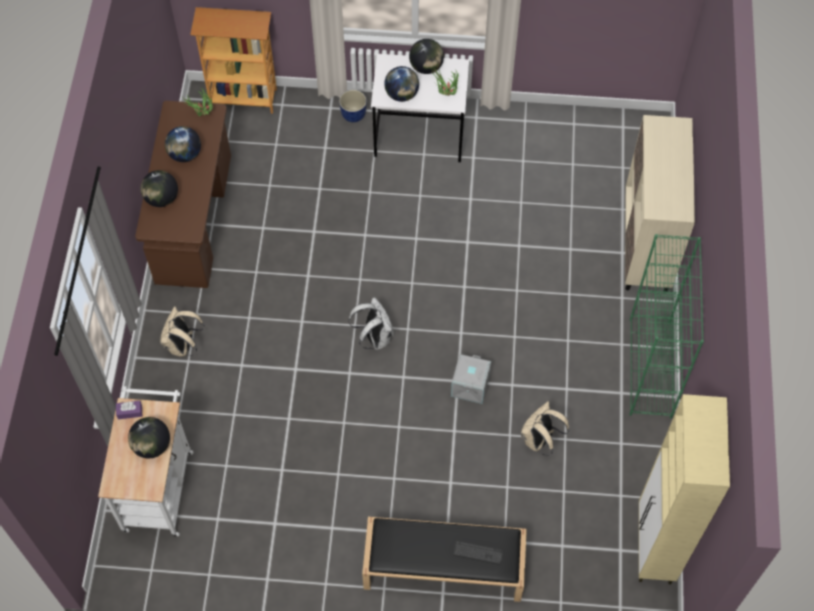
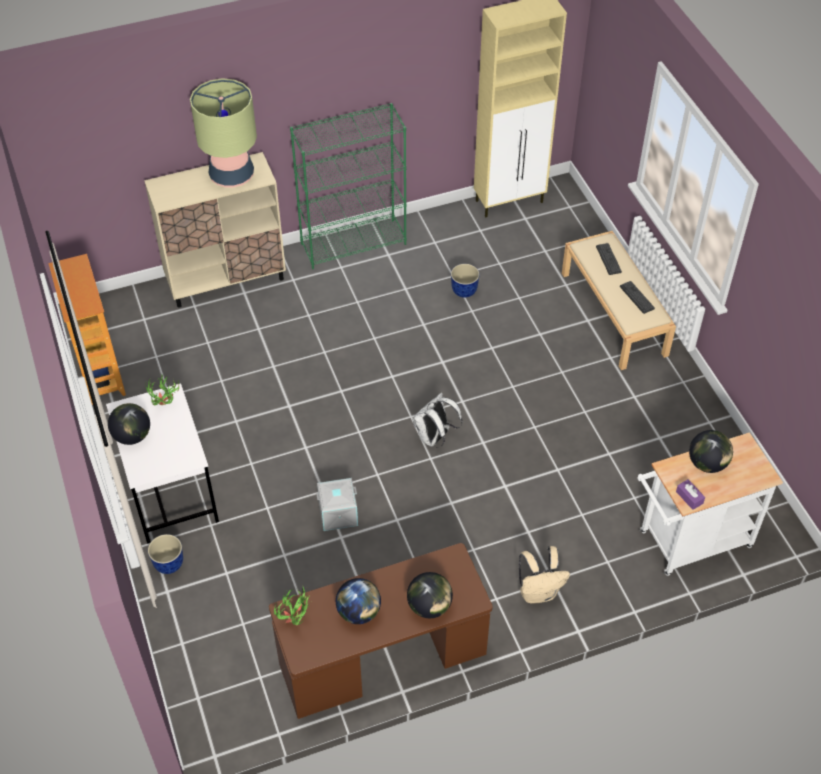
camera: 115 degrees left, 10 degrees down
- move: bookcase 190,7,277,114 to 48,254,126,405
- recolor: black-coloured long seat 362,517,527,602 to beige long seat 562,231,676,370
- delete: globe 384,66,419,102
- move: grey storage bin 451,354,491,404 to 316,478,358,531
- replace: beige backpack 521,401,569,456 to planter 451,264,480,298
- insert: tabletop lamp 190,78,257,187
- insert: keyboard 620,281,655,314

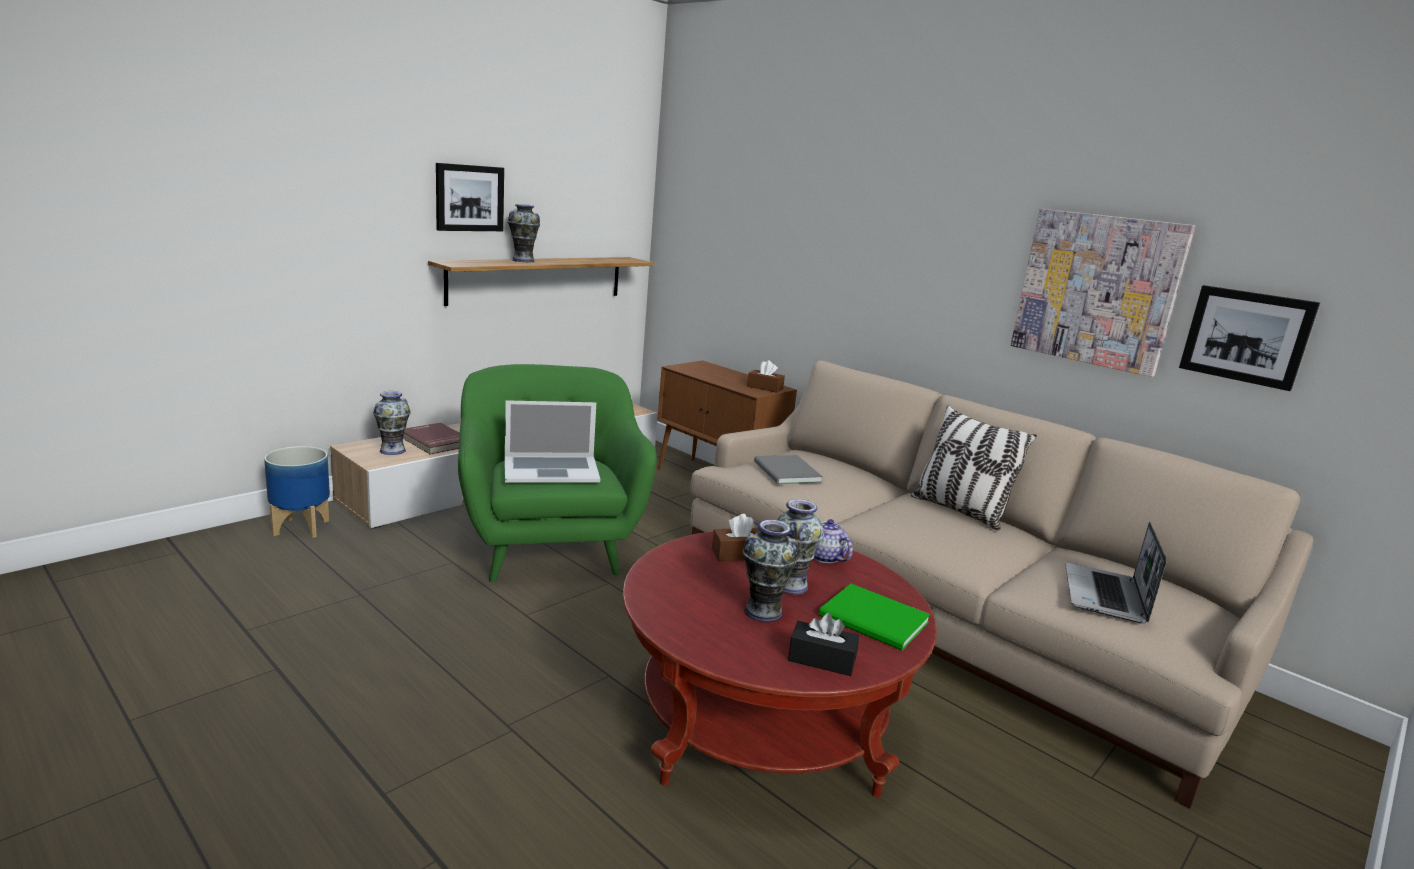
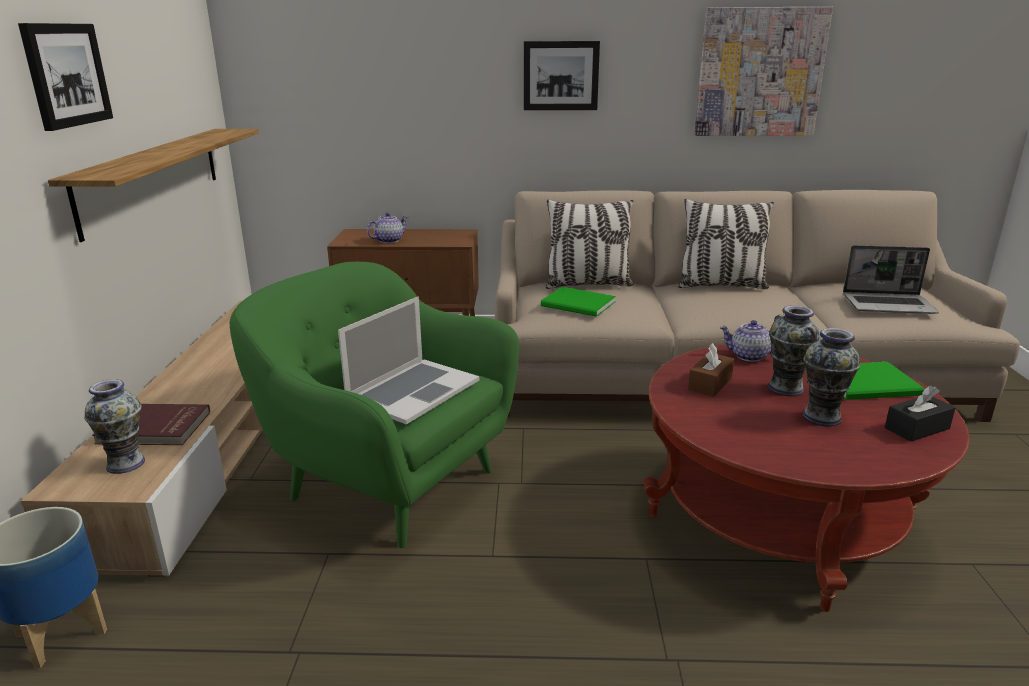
camera: 40 degrees left, 5 degrees up
- delete: decorative vase 508,204,540,262
- delete: brown box of tissues 747,360,785,393
- recolor: grey bound book 754,455,823,484 to green-coloured bound book 541,287,616,317
- rotate: portable computer 1065,522,1167,623 = 843,245,939,314 60 degrees counterclockwise
- move: picture 1179,285,1320,391 to 524,41,600,110
- insert: teapot 367,212,408,243
- insert: cushion 545,199,633,289

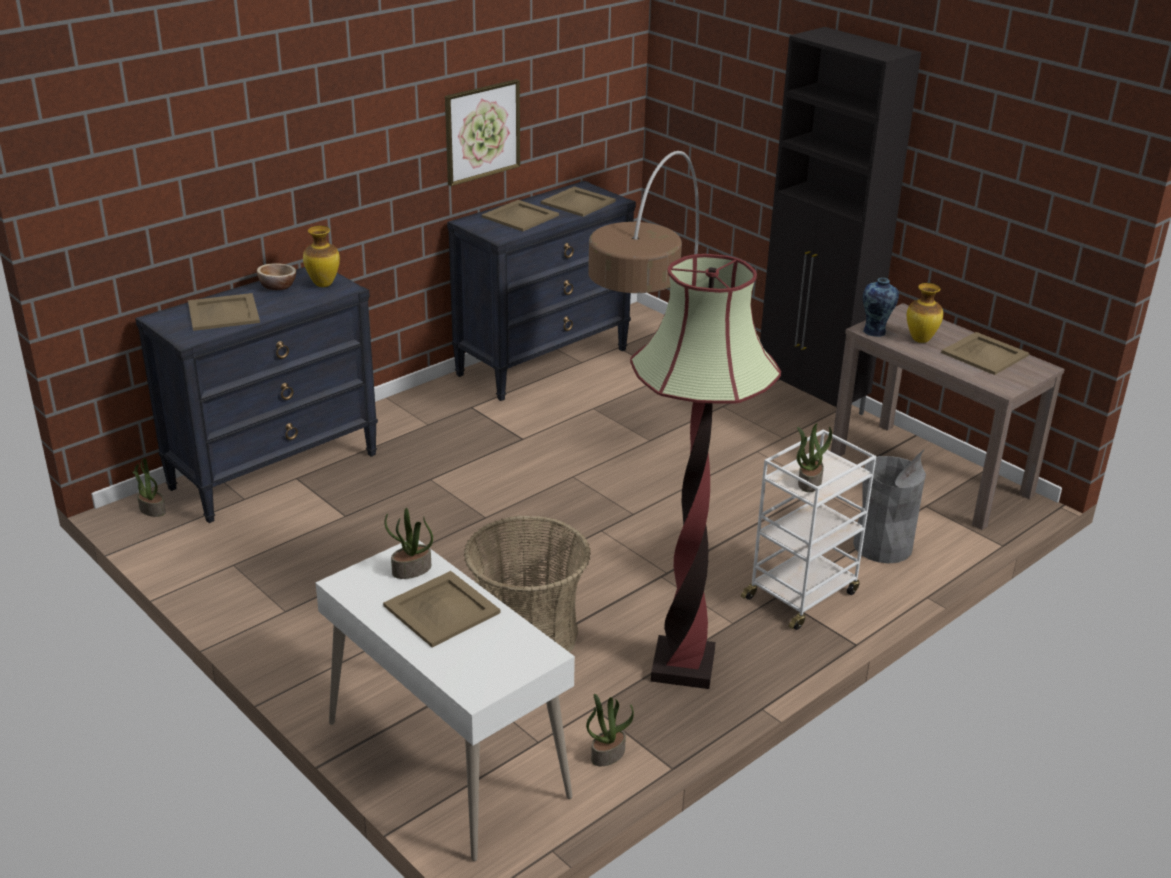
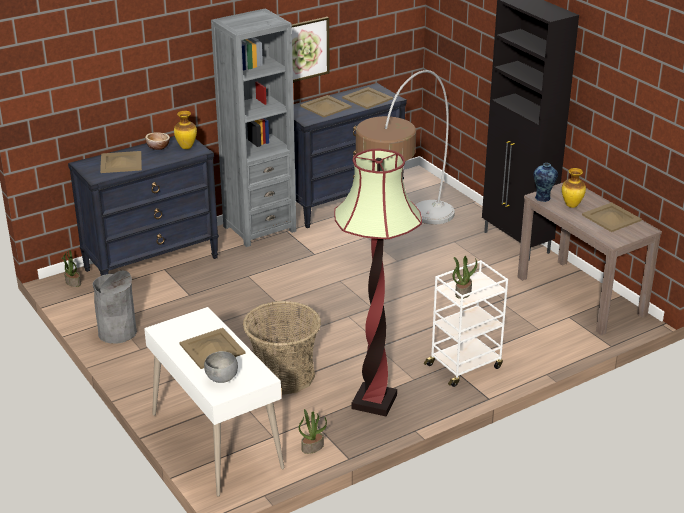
camera: 10 degrees right, 0 degrees up
- delete: houseplant 384,508,433,579
- move: grey waste bin 853,450,926,563 to 93,271,137,344
- insert: grey serving bowl 204,351,238,383
- insert: grey bookcase 211,8,296,247

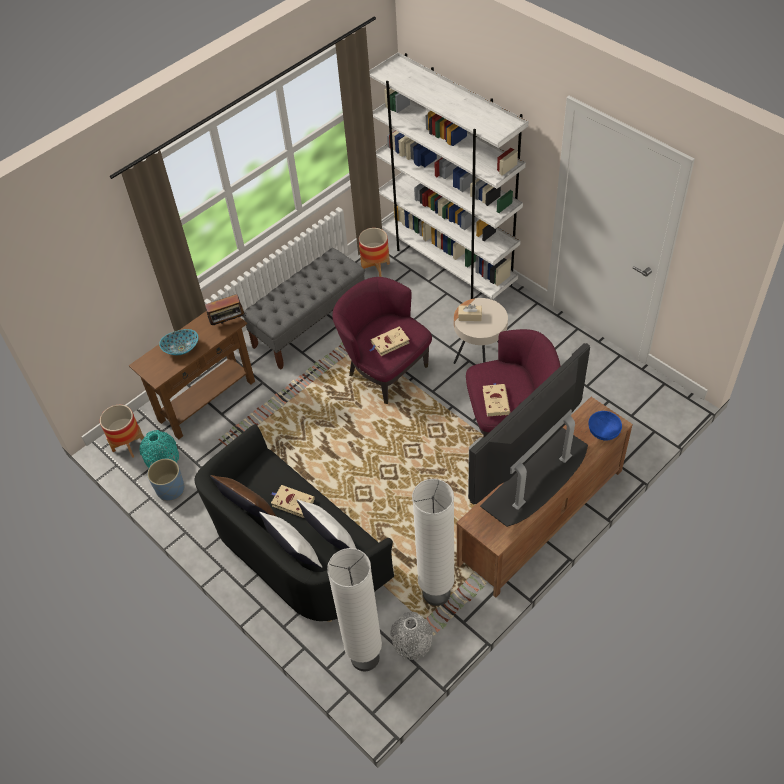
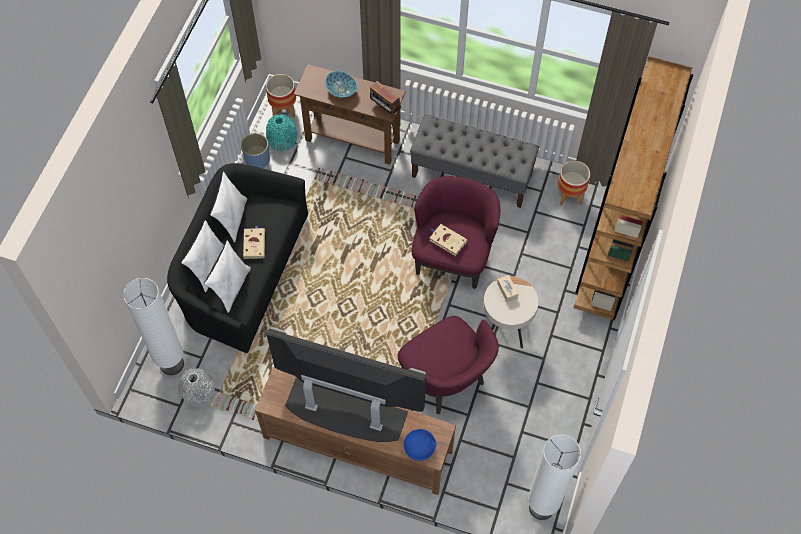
camera: 60 degrees right, 10 degrees up
- recolor: brown cushion 210,475,277,518 to white cushion 210,172,247,242
- recolor: white bookcase 369,52,529,300 to brown bookcase 574,56,693,320
- move: white standard lamp 412,479,455,606 to 528,434,581,520
- delete: beige bound book 483,383,510,417

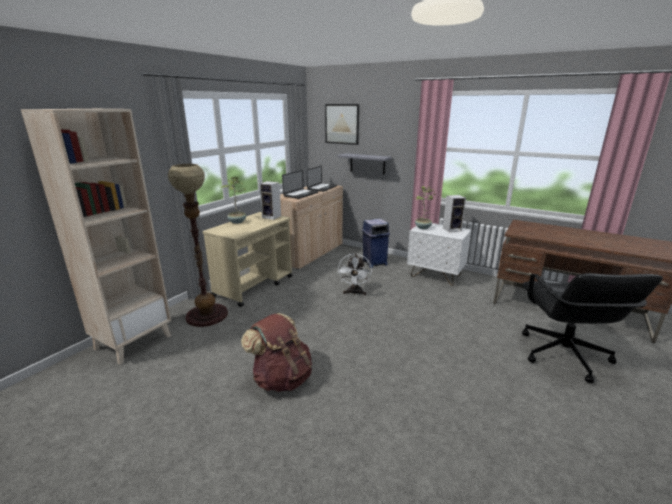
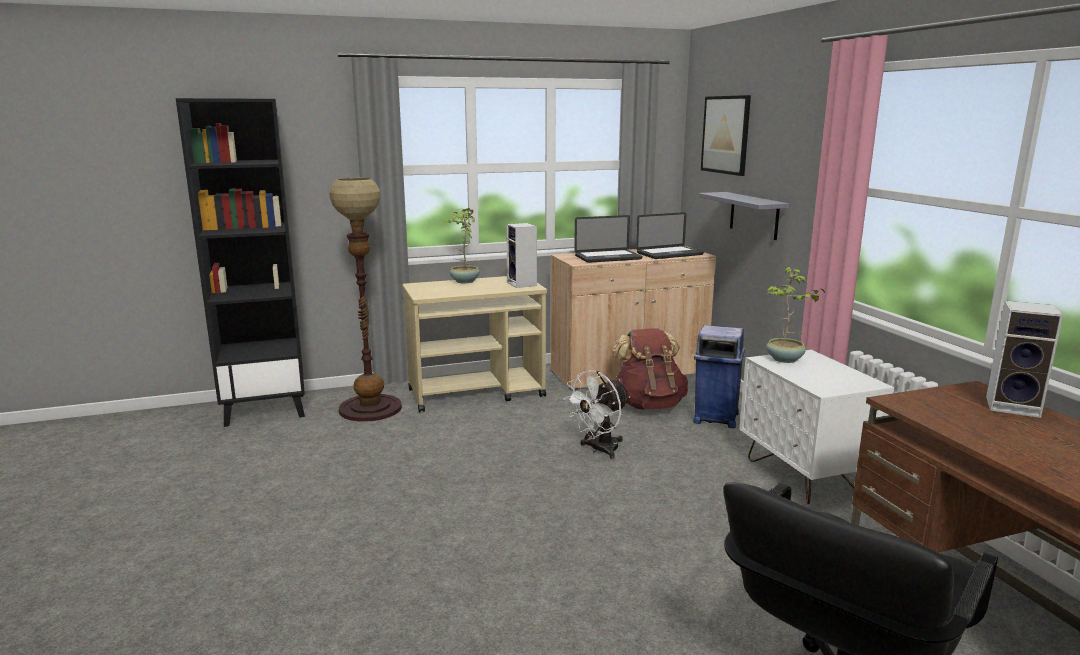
camera: 40 degrees right, 5 degrees down
- recolor: beige bookcase 21,109,171,365 to black-coloured bookcase 176,98,305,427
- move: brown backpack 241,313,312,392 to 611,328,688,410
- move: loudspeaker 443,195,466,232 to 986,301,1063,418

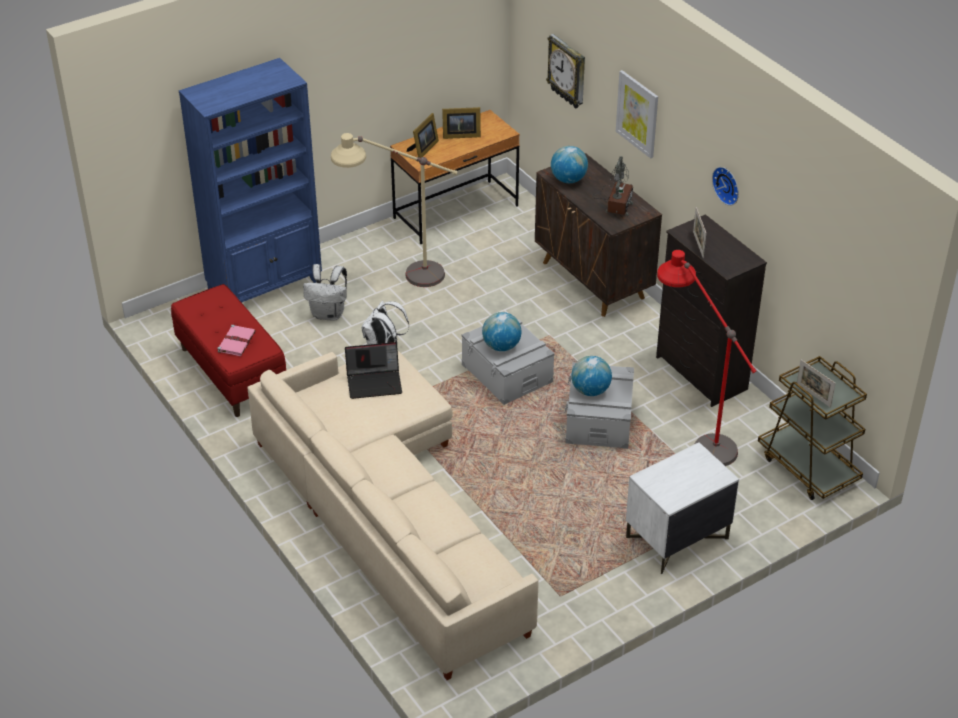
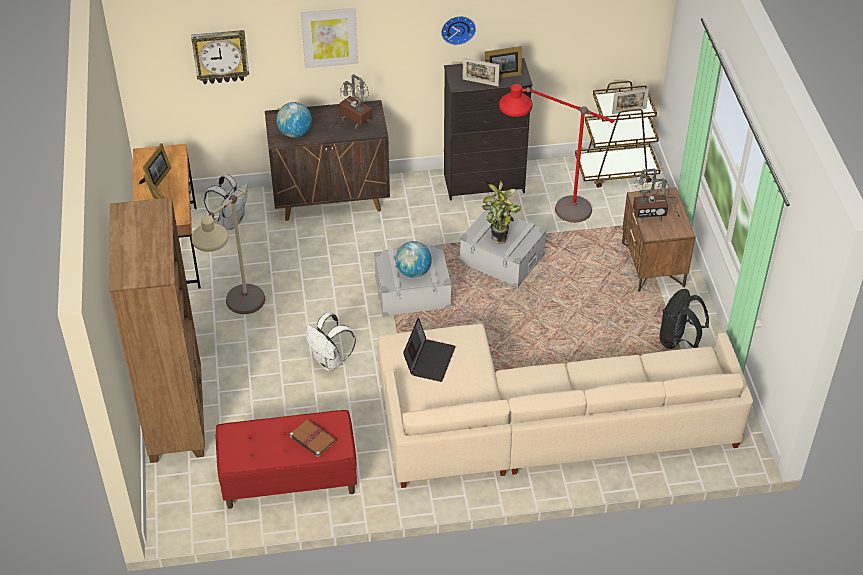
camera: 65 degrees left, 5 degrees up
- recolor: bluish bookcase 179,58,322,303 to brown bookcase 109,198,205,463
- recolor: pinkish bound book 217,325,256,356 to brown bound book 290,419,336,457
- move: white backpack 303,264,347,320 to 204,174,248,230
- replace: globe 571,356,612,396 to houseplant 482,180,522,244
- recolor: white bedside table 626,442,739,574 to brown bedside table 622,187,696,292
- insert: standing frame 485,46,522,78
- insert: tabletop lamp 633,168,680,223
- insert: black-coloured backpack 660,289,709,349

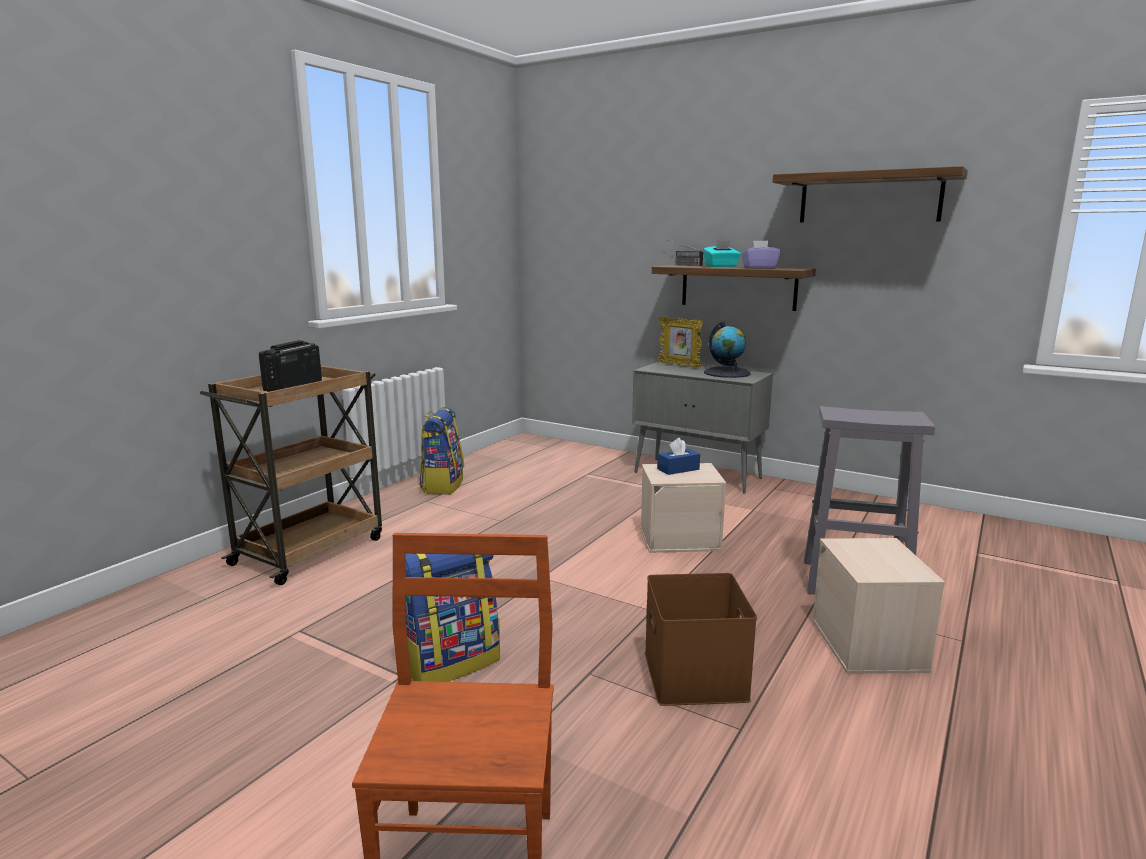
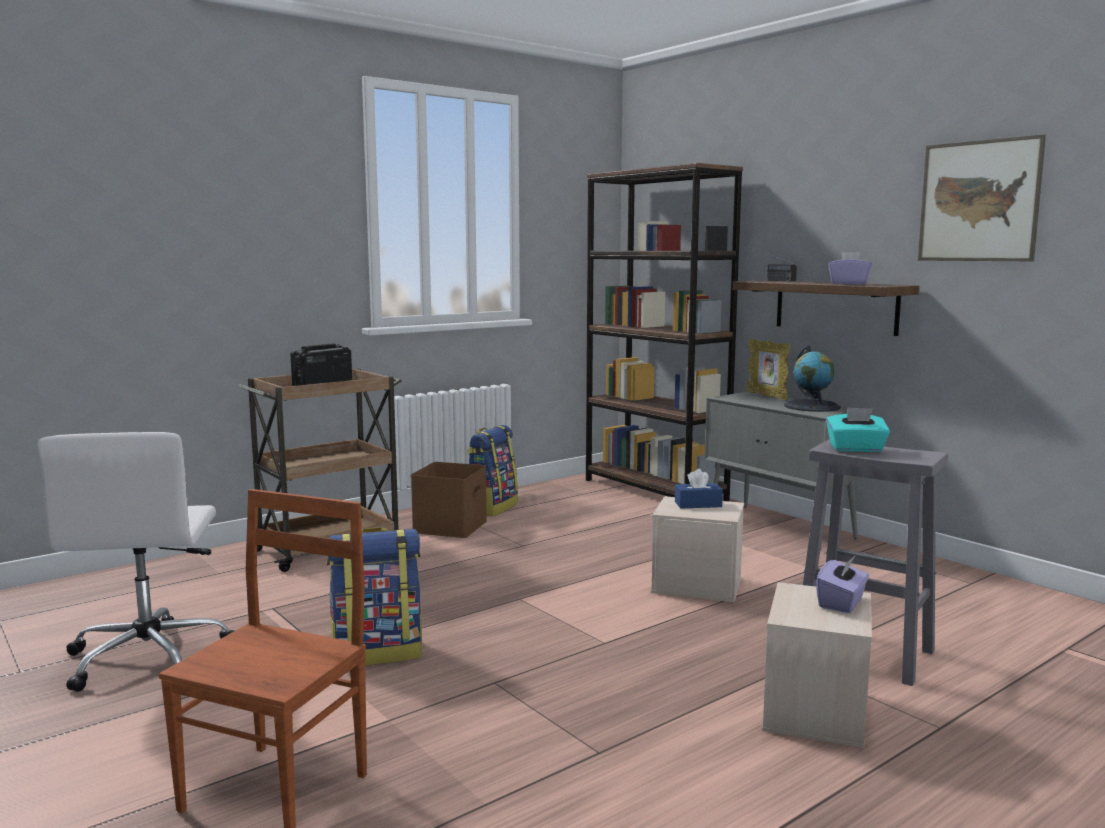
camera: 20 degrees right, 5 degrees down
- move: brown storage bin 645,573,757,706 to 411,462,487,538
- move: turquoise box of tissues 703,240,741,267 to 826,407,890,452
- replace: wall shelf 772,166,968,223 to picture 918,135,1046,261
- insert: white computer chair 38,432,234,692
- insert: brown bookcase 586,163,743,501
- insert: purple box of tissues 816,556,869,613

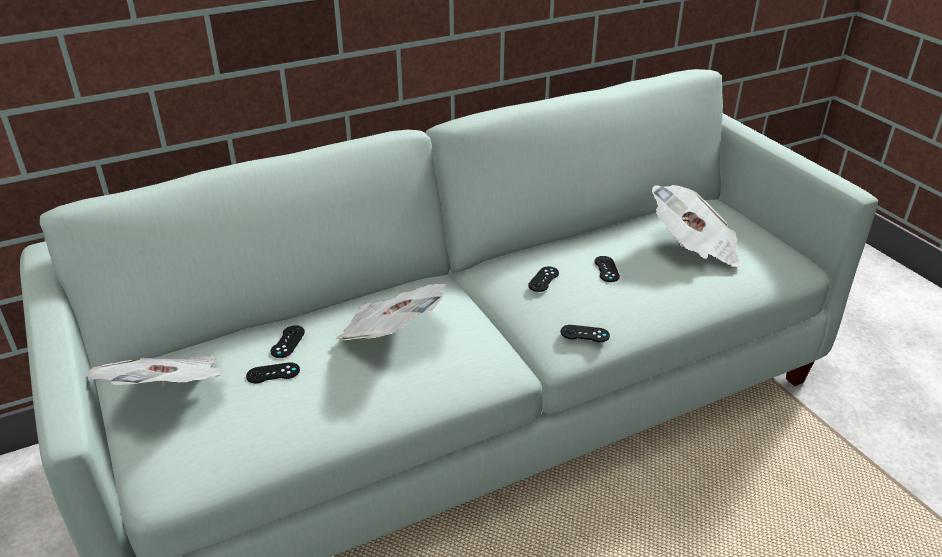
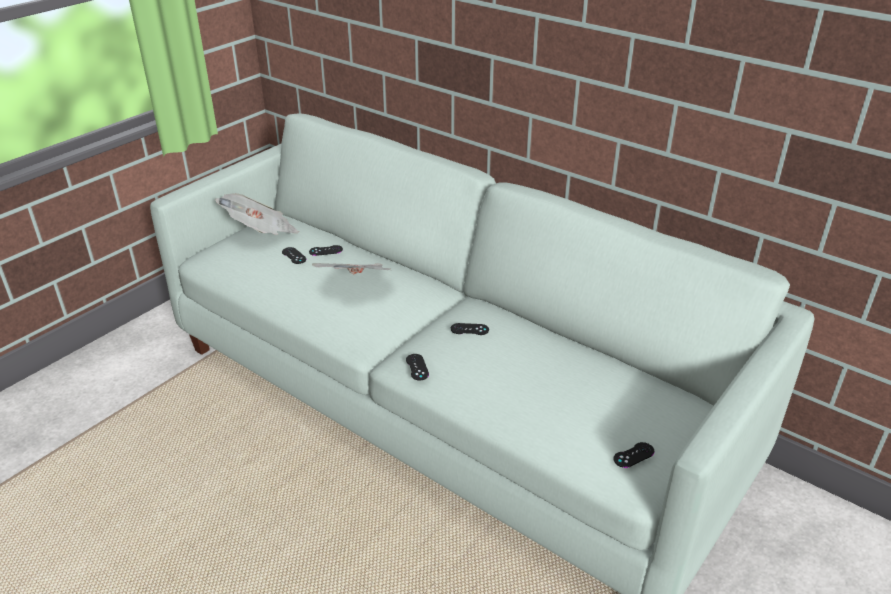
camera: 65 degrees right, 0 degrees up
- move: black-coloured joypad 594,256,620,282 to 613,442,654,468
- delete: newspaper 652,185,740,268

